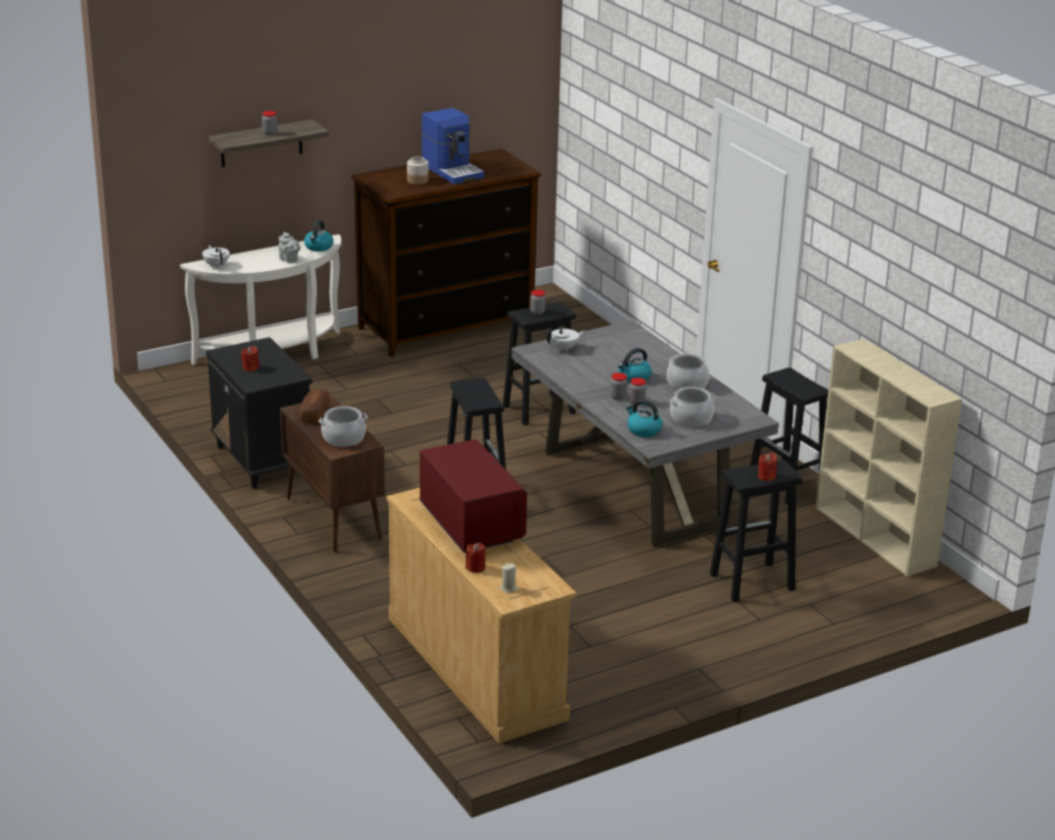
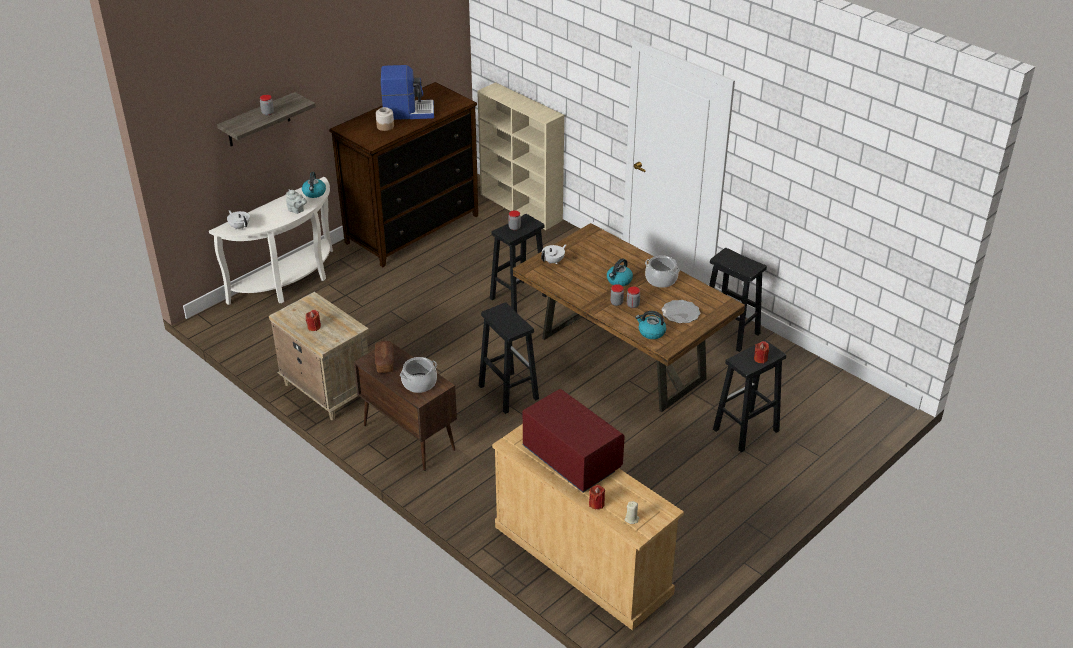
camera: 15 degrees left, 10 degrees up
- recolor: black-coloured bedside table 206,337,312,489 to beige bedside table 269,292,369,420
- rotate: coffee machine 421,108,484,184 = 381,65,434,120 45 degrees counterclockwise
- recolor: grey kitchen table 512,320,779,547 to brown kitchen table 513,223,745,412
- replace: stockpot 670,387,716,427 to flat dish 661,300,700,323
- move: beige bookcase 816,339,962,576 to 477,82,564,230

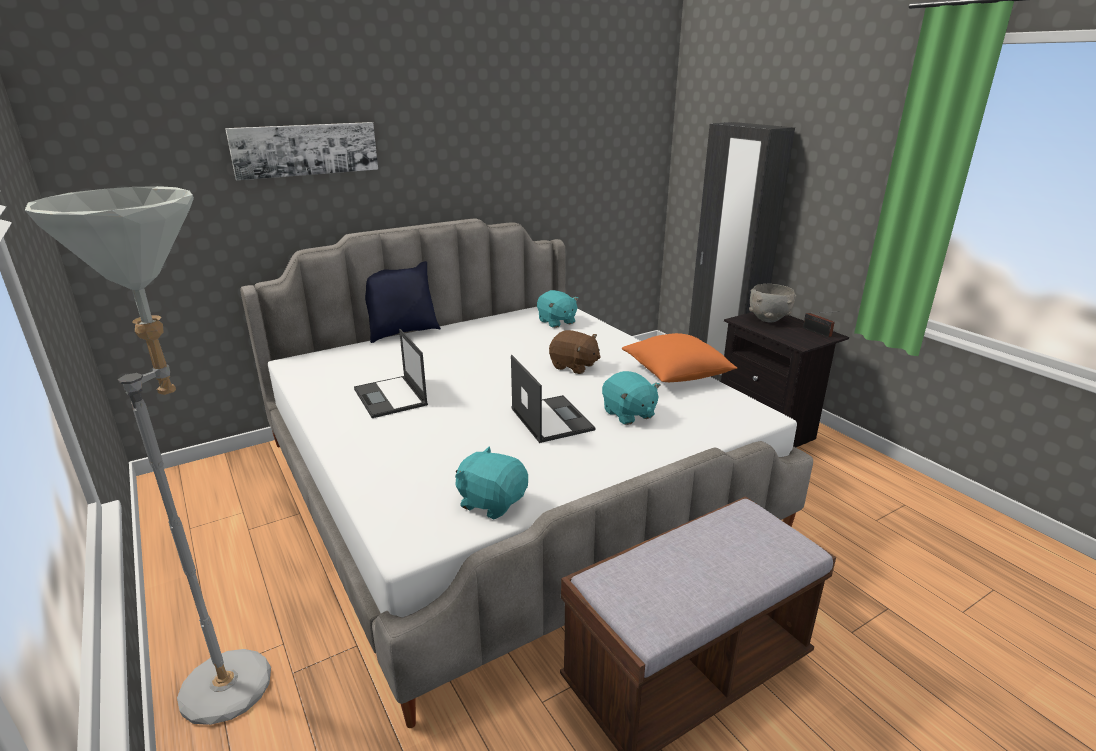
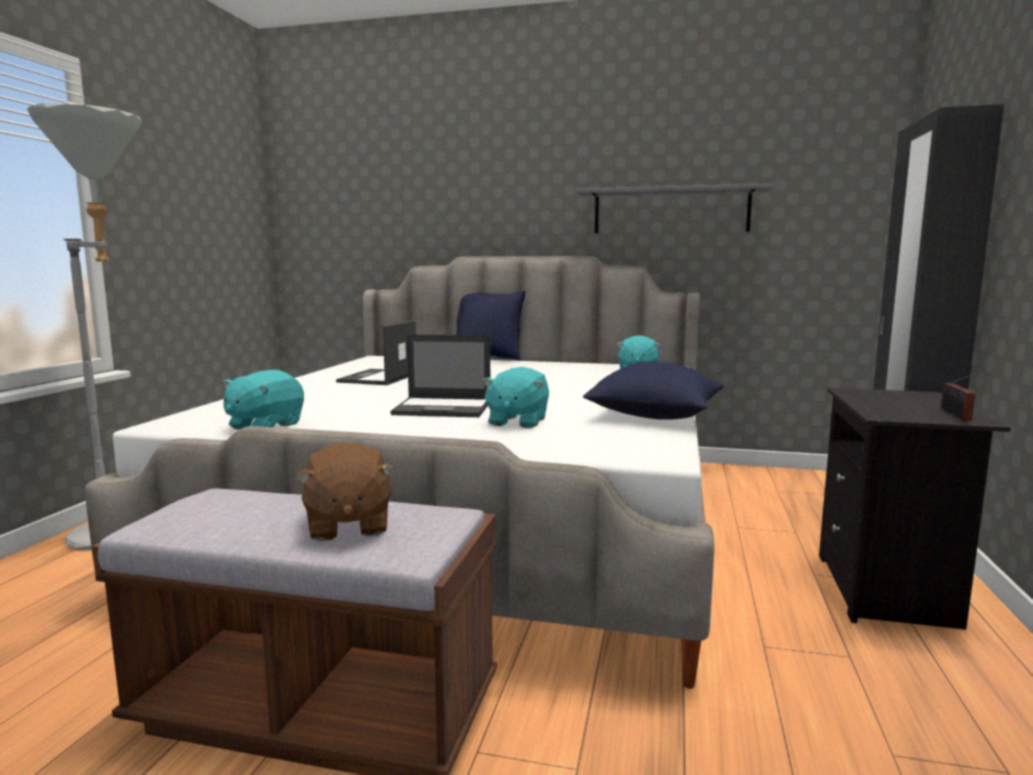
camera: 45 degrees right, 15 degrees down
- delete: picture 225,122,378,180
- rotate: turquoise soft toy 455,446,528,519 = 222,370,304,430 135 degrees counterclockwise
- rotate: portable computer 511,355,595,443 = 390,335,490,417 75 degrees clockwise
- move: brown soft toy 549,330,601,374 to 295,442,395,541
- recolor: orangey cushion 622,333,737,382 to bluish cushion 583,361,724,420
- delete: grey serving bowl 749,284,796,323
- insert: grey wall shelf 576,184,774,233

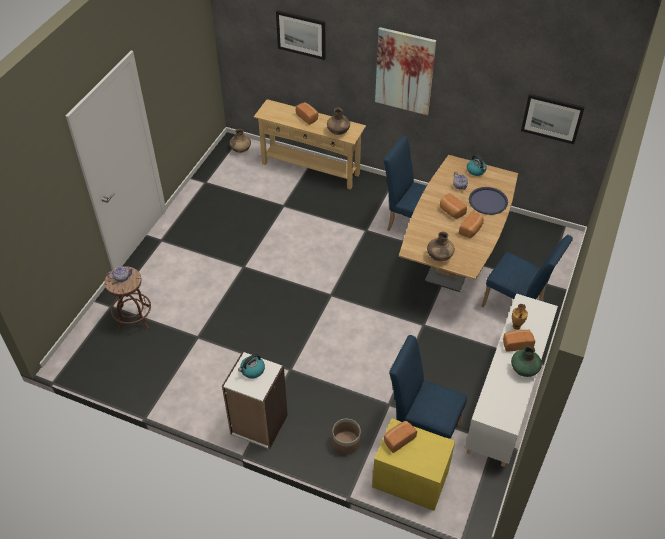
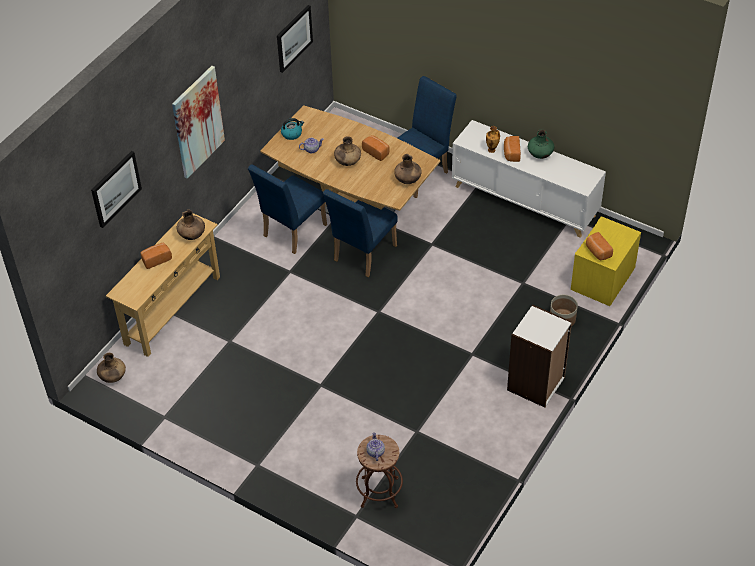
camera: 80 degrees left, 0 degrees up
- delete: water kettle 238,354,265,379
- move: bluish chair 389,335,467,439 to 323,189,398,277
- replace: baked bread 440,193,467,219 to brown decorative vase 334,136,361,166
- delete: bluish carrying tray 469,187,508,215

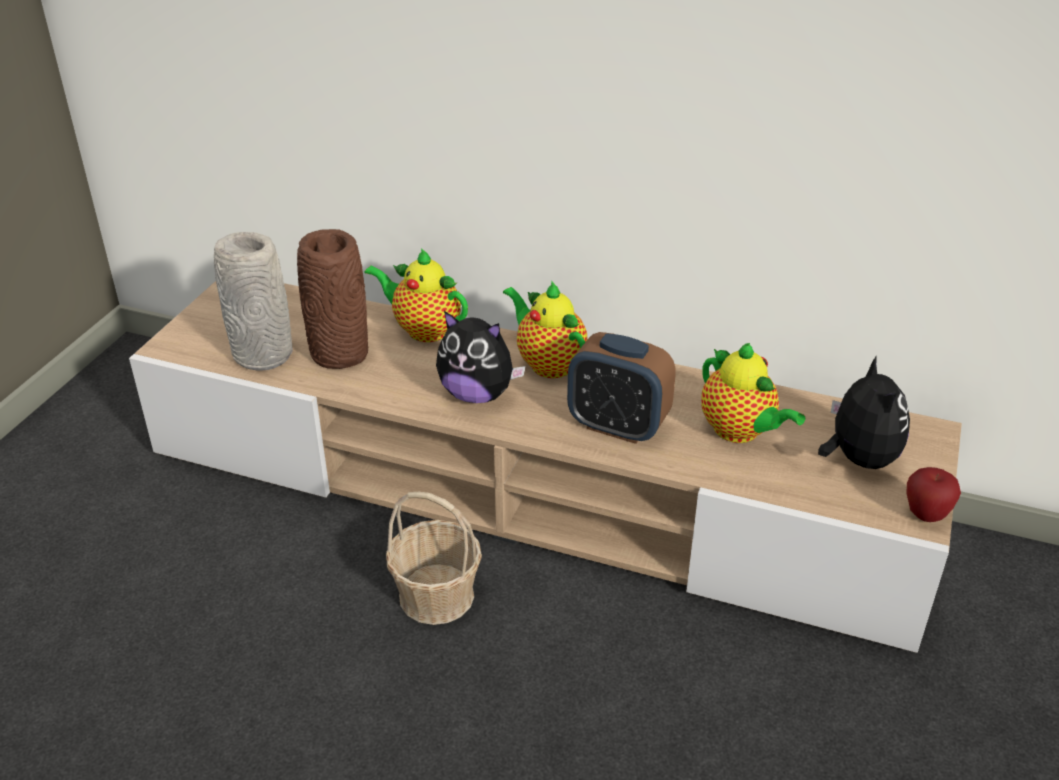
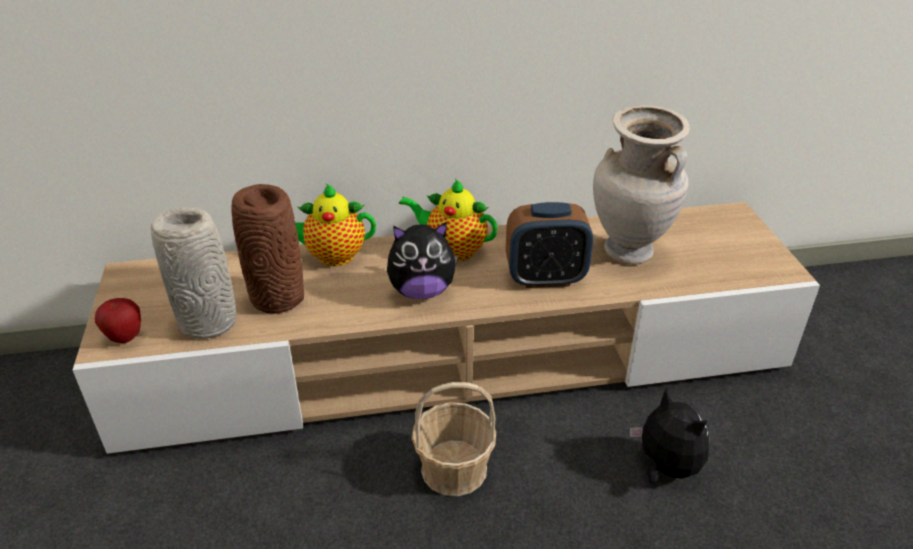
camera: 30 degrees left, 0 degrees up
- replace: teapot 701,343,805,443 to beige decorative vase 593,105,690,265
- move: soft toy 818,355,910,469 to 630,388,709,485
- move: apple 906,467,961,522 to 95,298,141,343

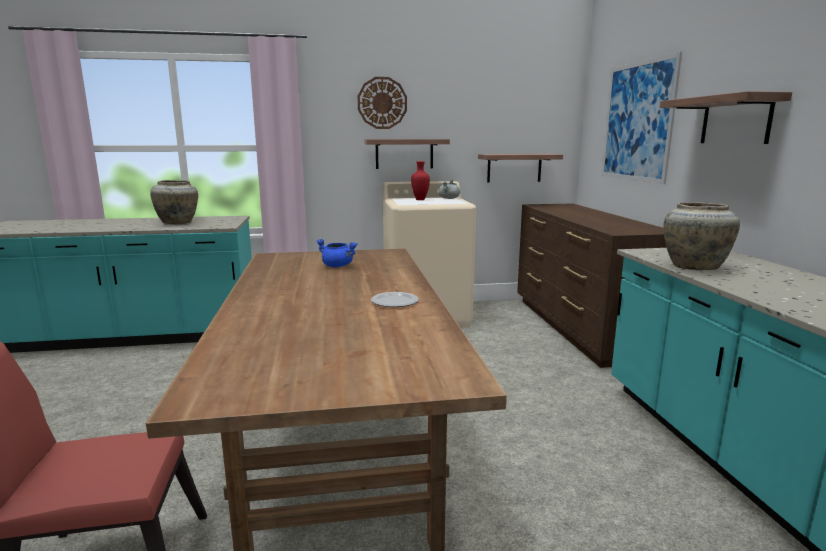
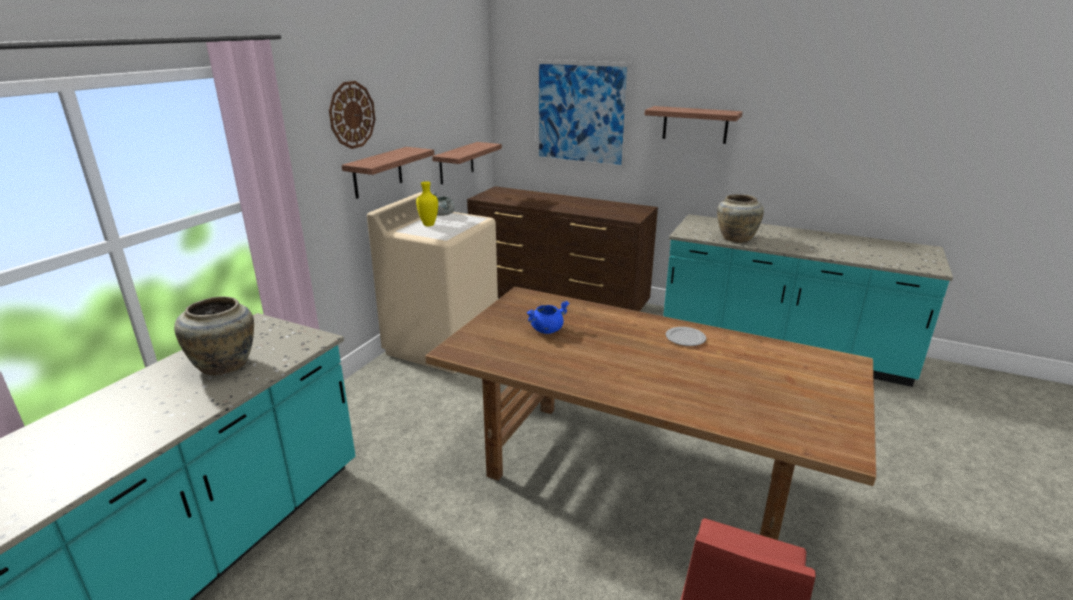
camera: 55 degrees left, 10 degrees up
- recolor: red decorative vase 411,161,430,200 to yellow-coloured decorative vase 416,181,438,226

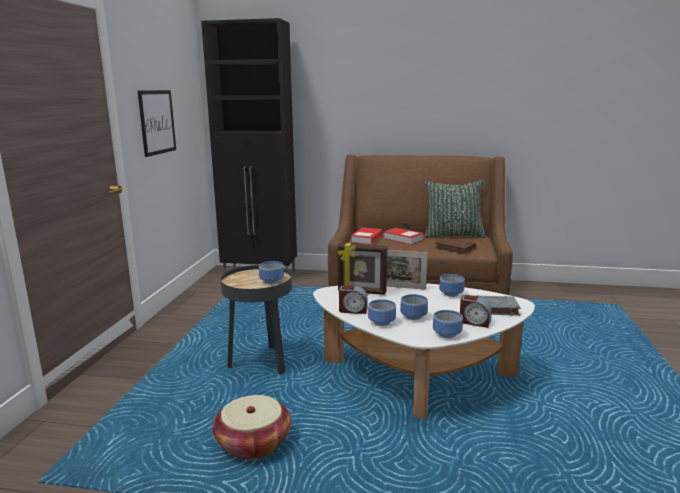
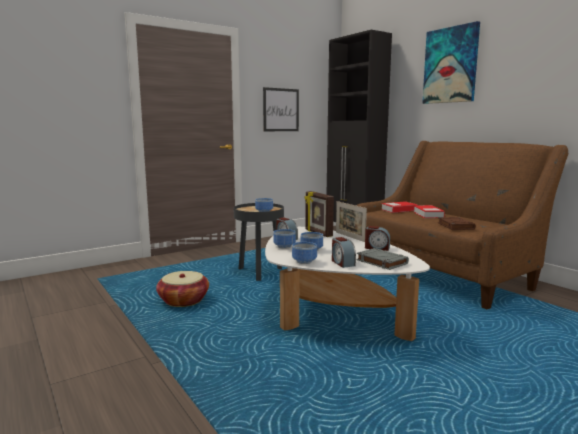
camera: 45 degrees right, 5 degrees down
- delete: green-coloured cushion 424,180,486,238
- replace: serving bowl 439,274,465,297 to bedside clock 365,226,390,251
- insert: picture 422,21,480,104

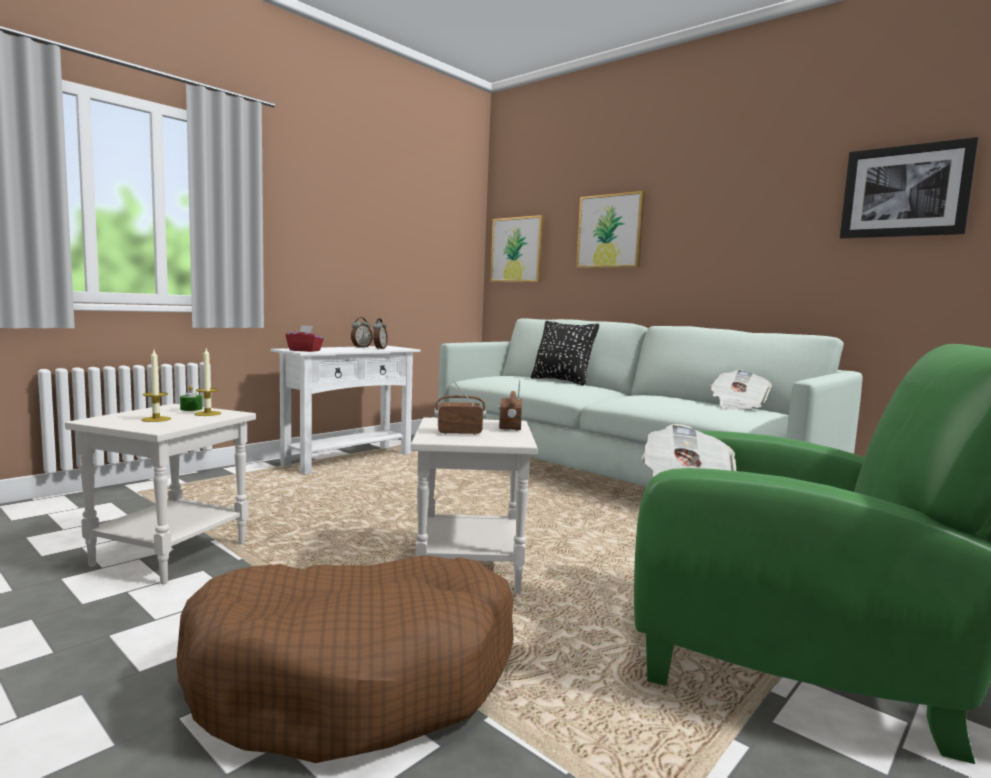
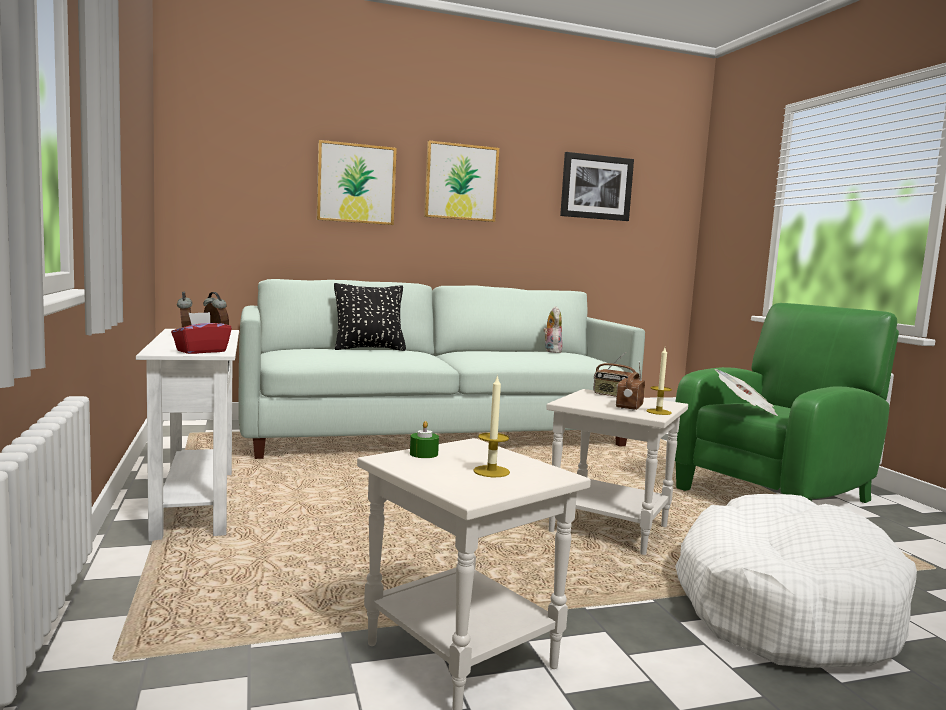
camera: 60 degrees left, 0 degrees up
- recolor: brown pet bed 176,555,514,763 to white pet bed 675,494,917,668
- move: candle 194,349,221,416 to 646,348,672,415
- move: picture 490,215,544,282 to 424,140,499,222
- replace: newspaper 710,370,772,410 to soft toy 543,306,563,353

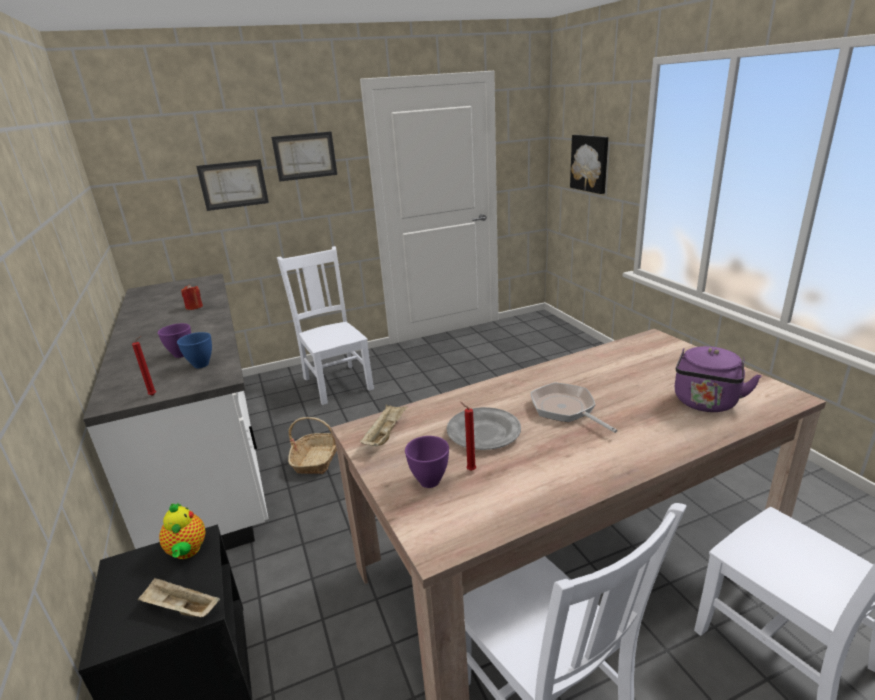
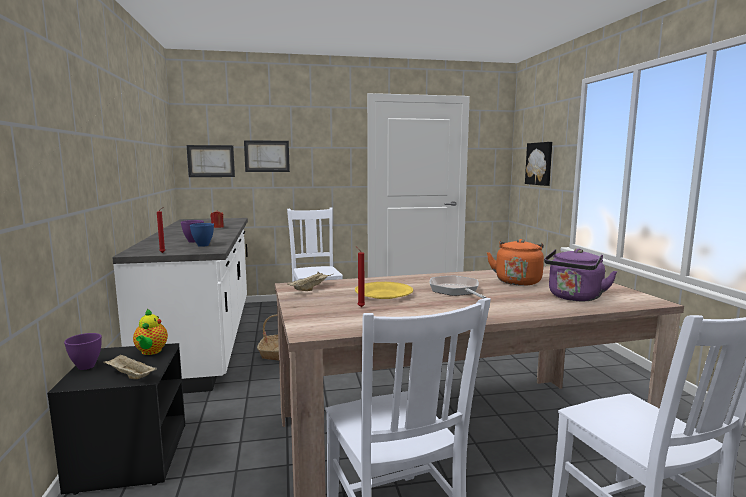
camera: 10 degrees right, 15 degrees down
- move: picture 271,131,337,181 to 187,145,235,177
- move: purple serving bowl 405,436,449,488 to 64,333,102,370
- recolor: grey flat dish 447,407,521,450 to yellow-coloured flat dish 355,282,413,299
- insert: orangey water kettle 487,239,544,286

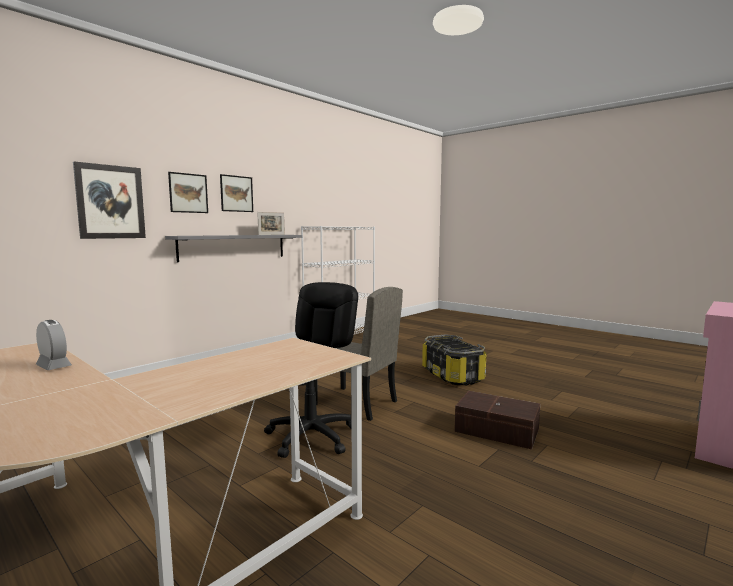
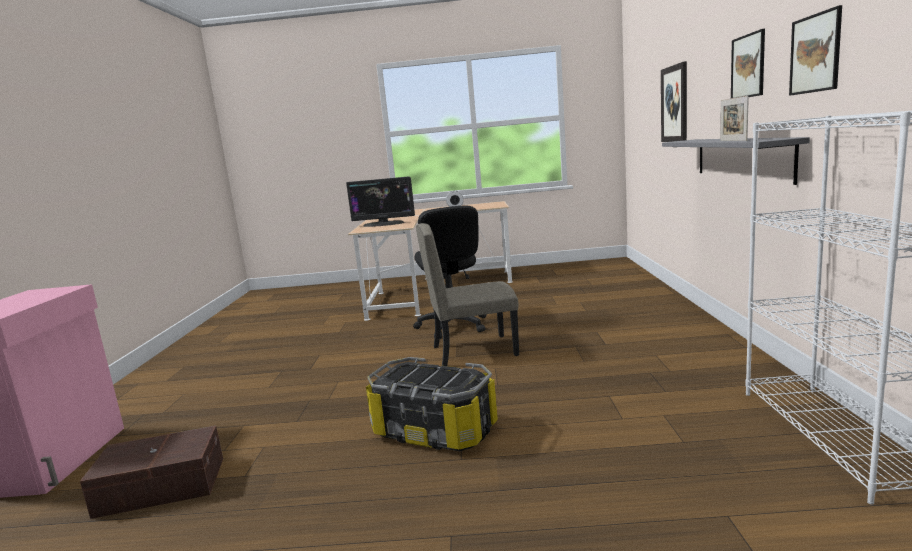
camera: 140 degrees right, 5 degrees up
- move: picture 168,172,208,213 to 789,5,842,96
- move: brown storage bin 455,391,540,449 to 80,426,223,519
- insert: monitor 346,176,415,227

